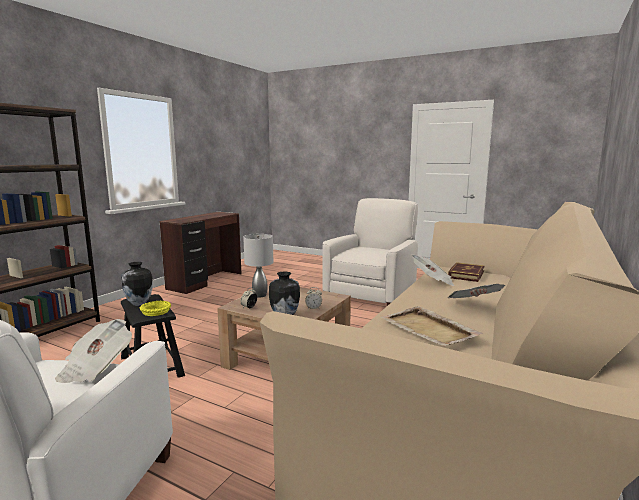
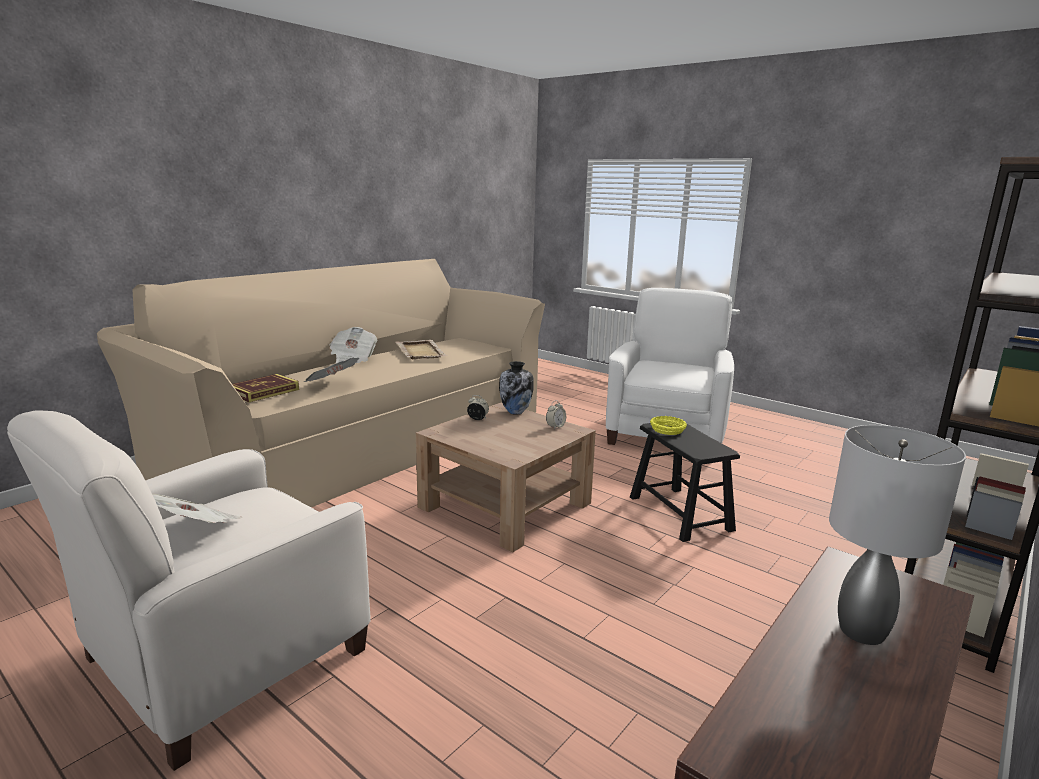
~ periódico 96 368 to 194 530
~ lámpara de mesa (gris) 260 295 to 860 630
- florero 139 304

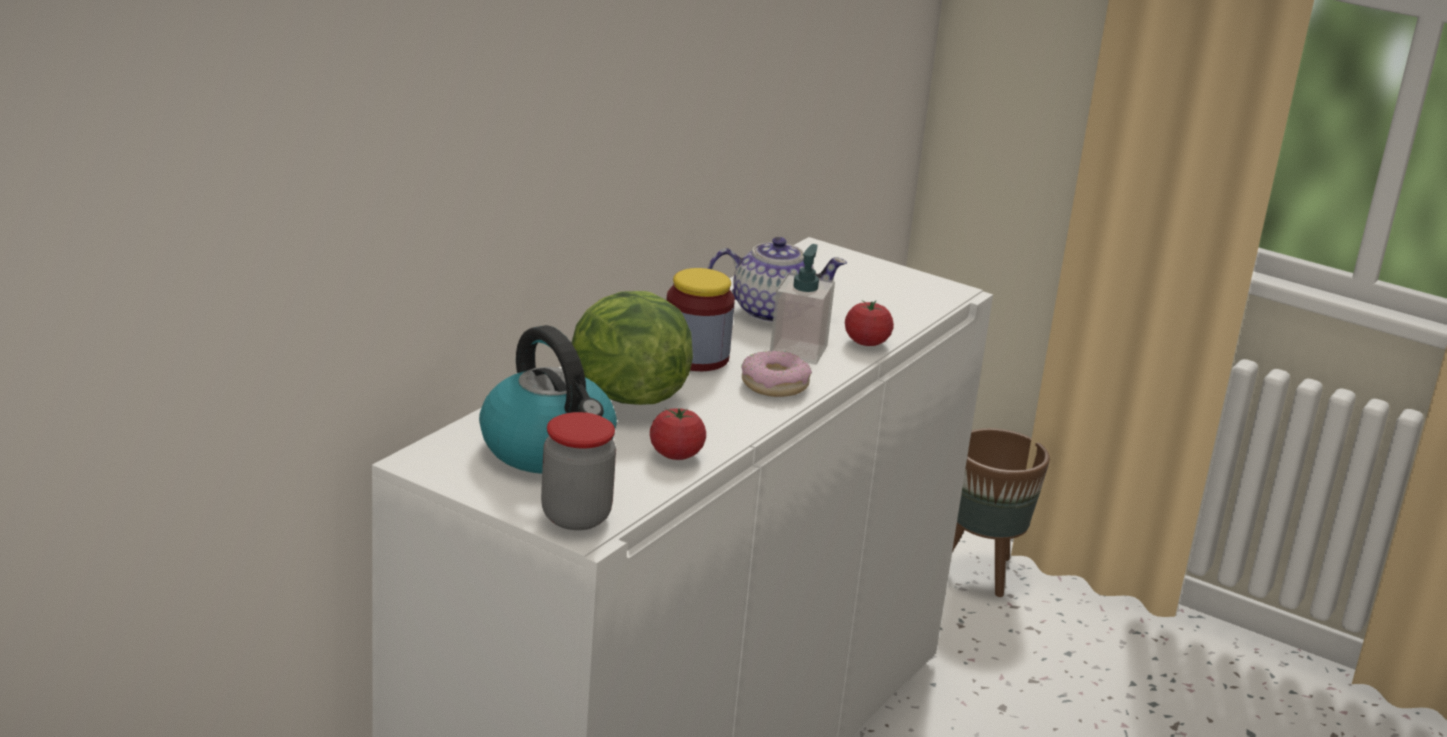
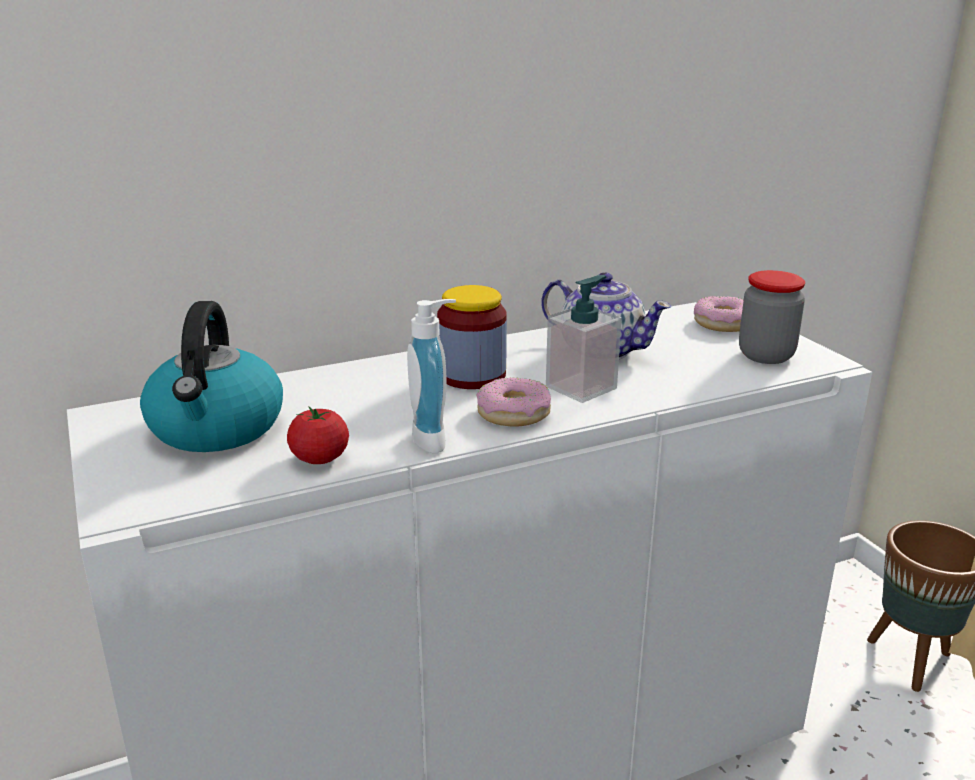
+ dispensador de jabón 435 439
+ rosquilla 723 323
~ tarro 576 517 to 766 355
- lechuga 625 396
- tomate 866 342

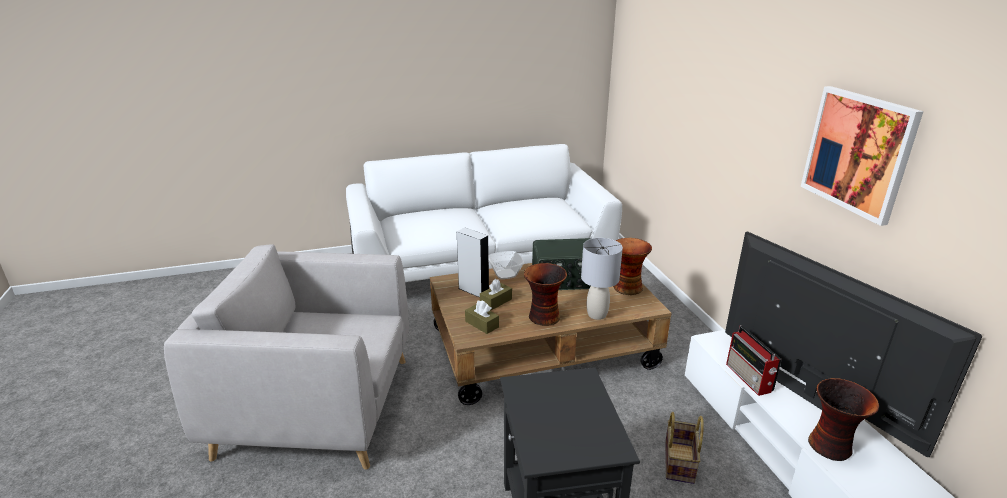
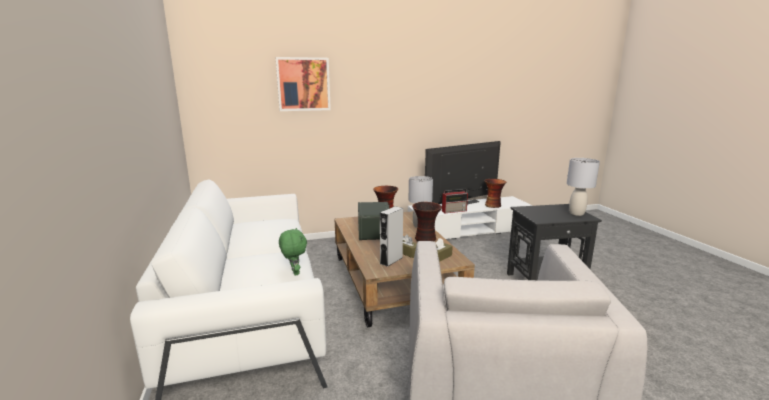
~ cuadro 858 152 to 303 84
+ peluche (verde) 294 272
+ lámpara de mesa (gris) 576 213
- cuenco 505 274
- cesta 680 463

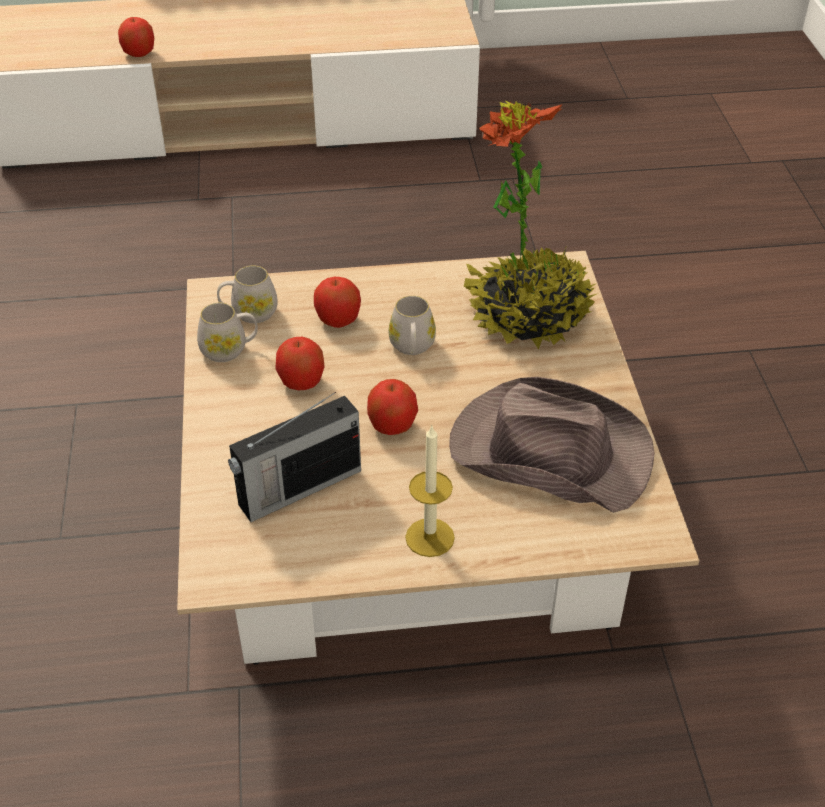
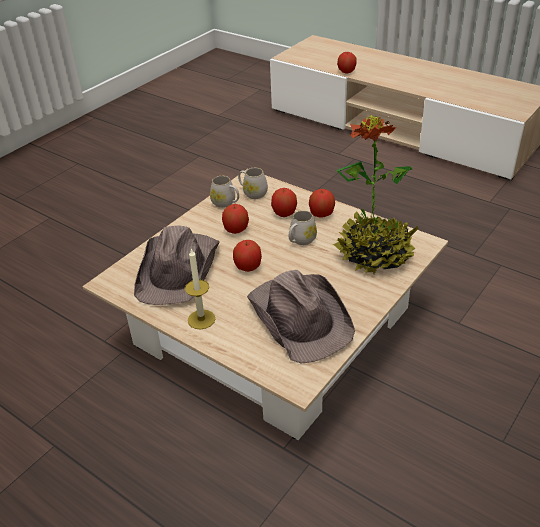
~ radio 298 488 to sombrero (marrón) 179 269
+ manzana 321 214

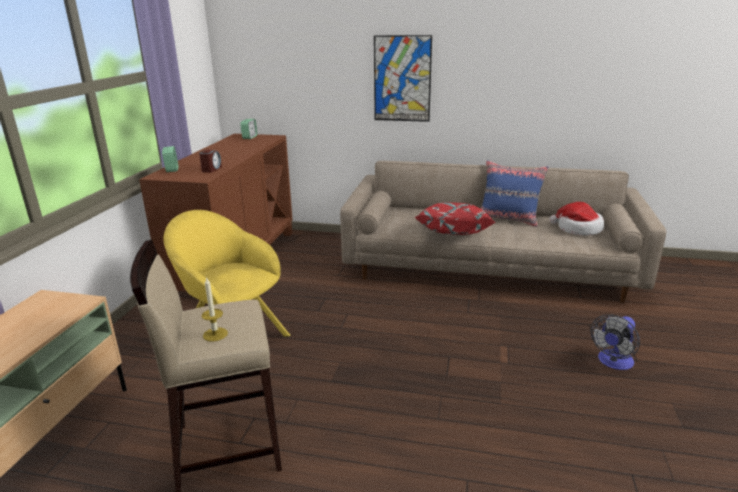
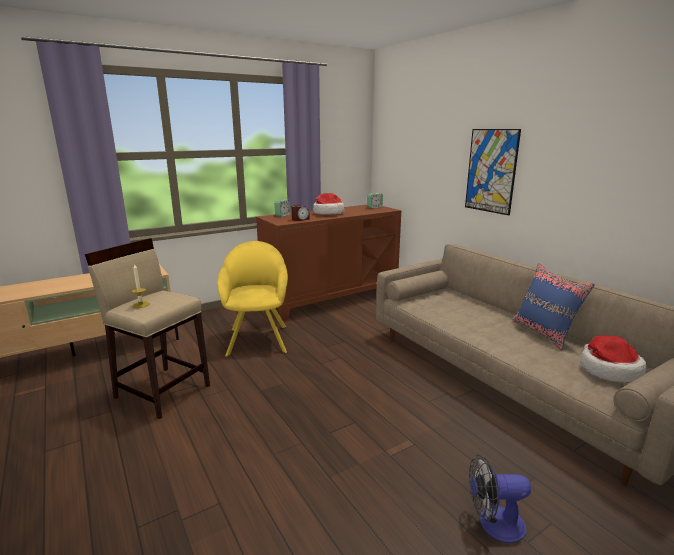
+ sombrero 328 213
- cojín (rojo) 453 234

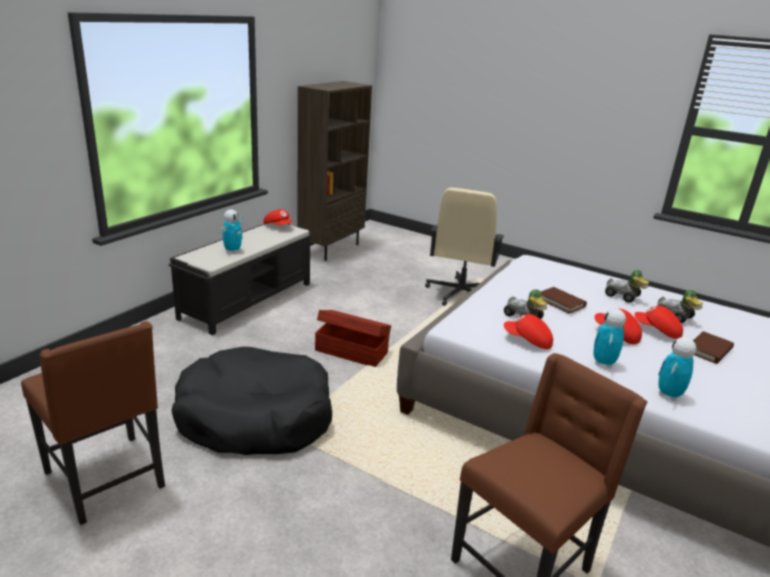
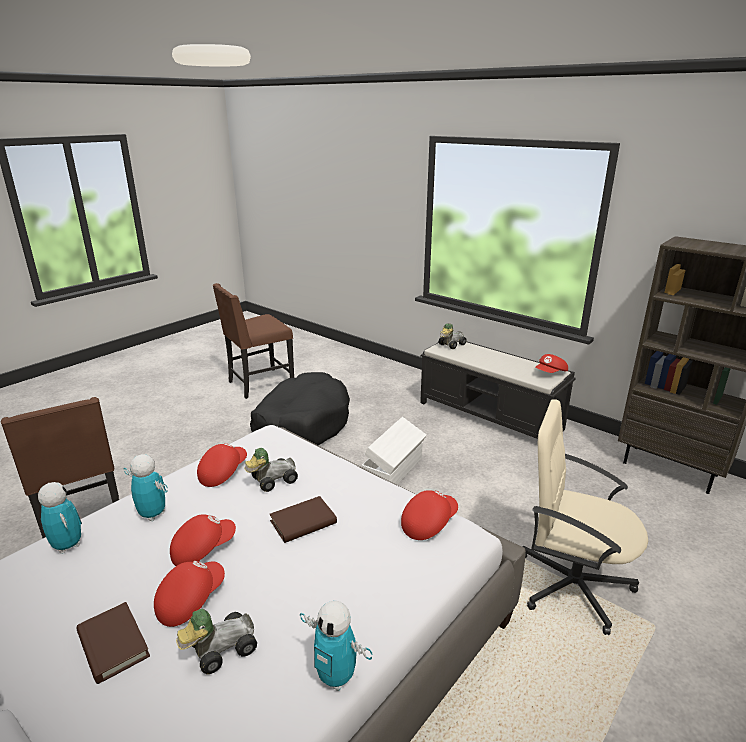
~ robot de juguete 232 251 to 336 677
~ caja de almacenaje (marrón) 351 351 to caja de almacenaje (blanco) 394 470
+ gorra (rojo) 428 523
~ coche de juguete 623 297 to 450 345

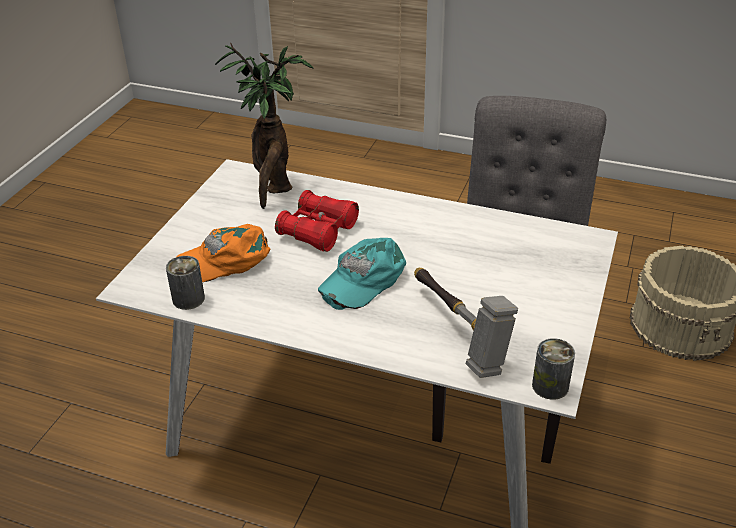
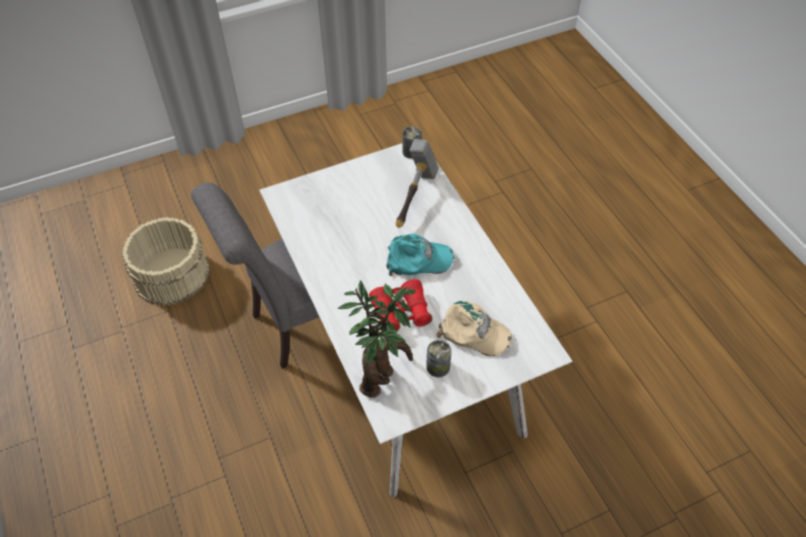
~ lata 188 299 to 438 366
~ gorra (naranja) 226 259 to gorra (beis) 474 332

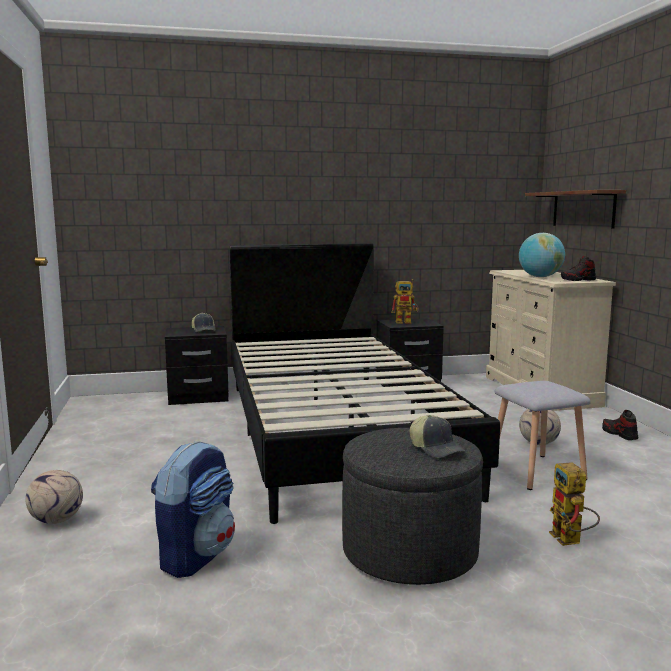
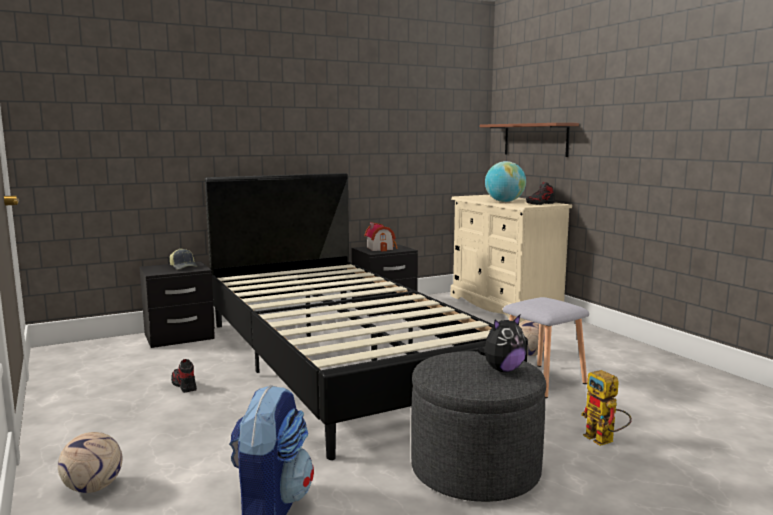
~ zapato 619 434 to 184 385
~ robot de juguete 407 322 to casita 381 248
~ gorra 436 449 to peluche 502 370

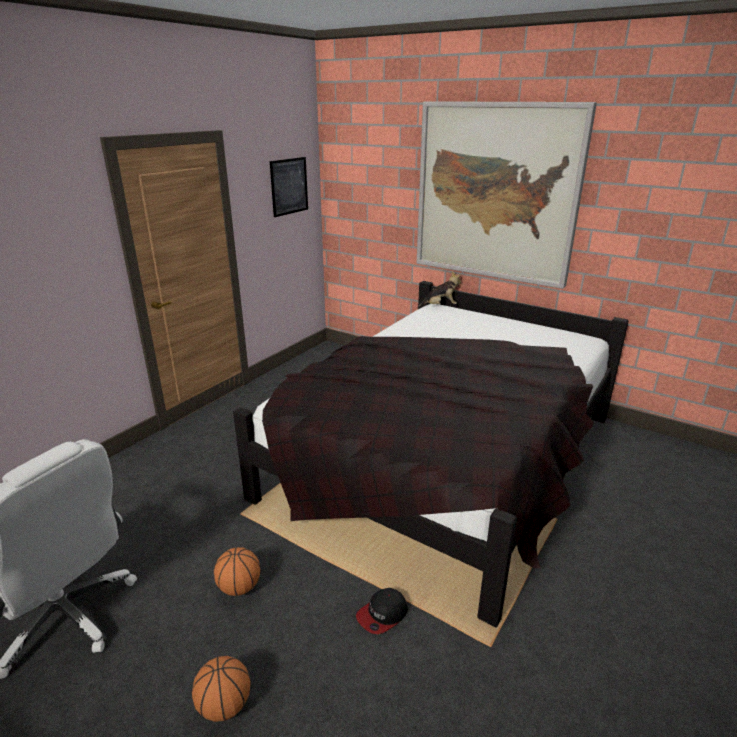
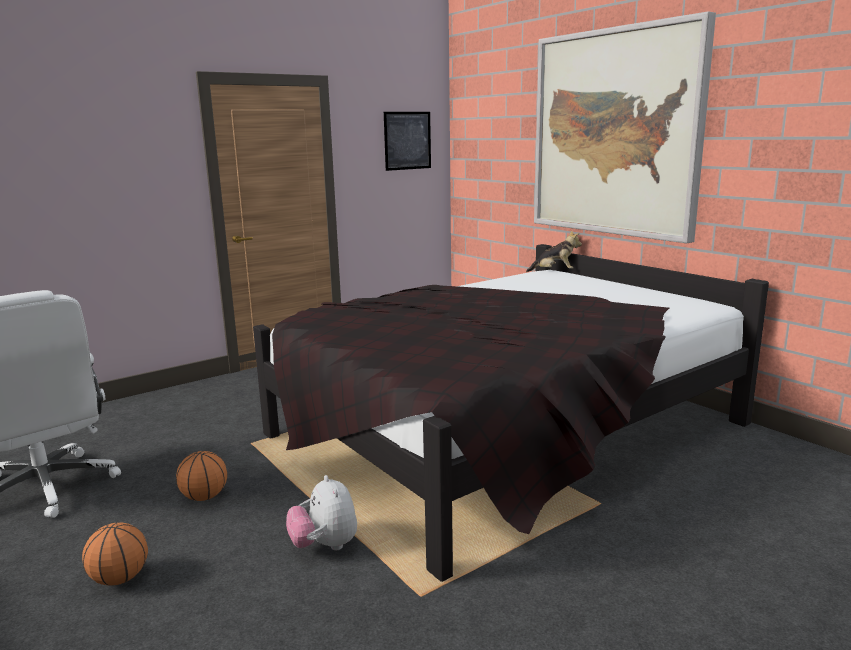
~ gorra 382 615 to peluche 325 545

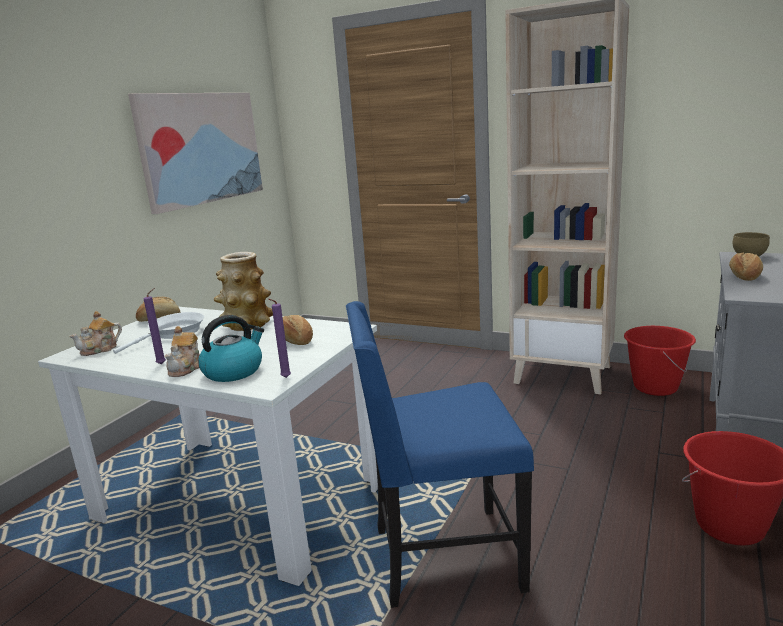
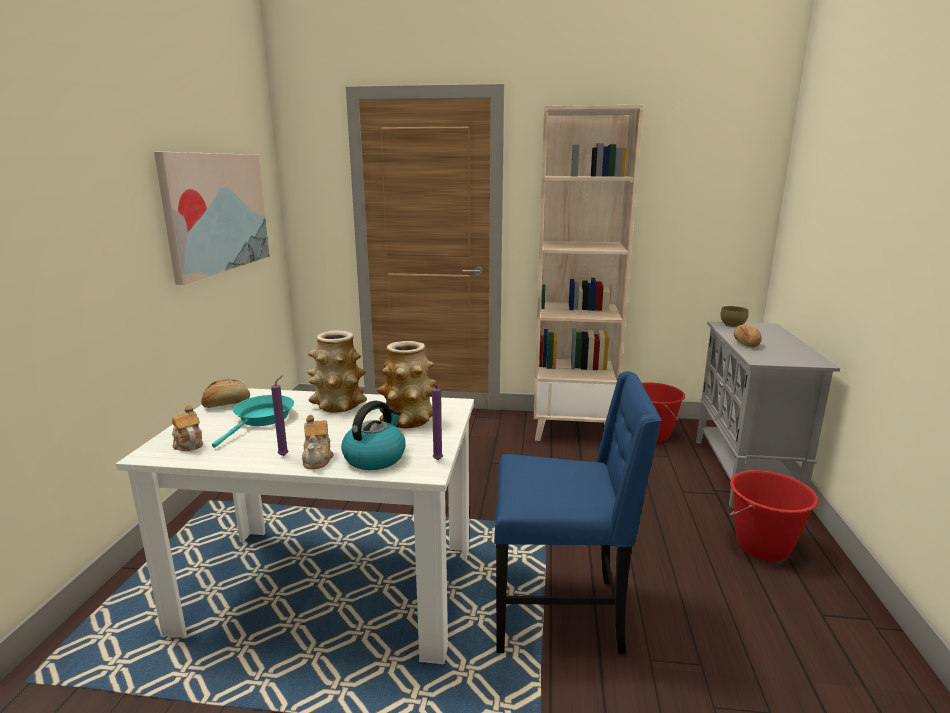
~ tetera 100 349 = 188 444 120 degrees clockwise
~ sartén (blanco) 173 333 to sartén (turquesa) 261 419
~ pan 295 341 to florero 408 420
~ silla (azul) 442 558 = 560 612 150 degrees counterclockwise

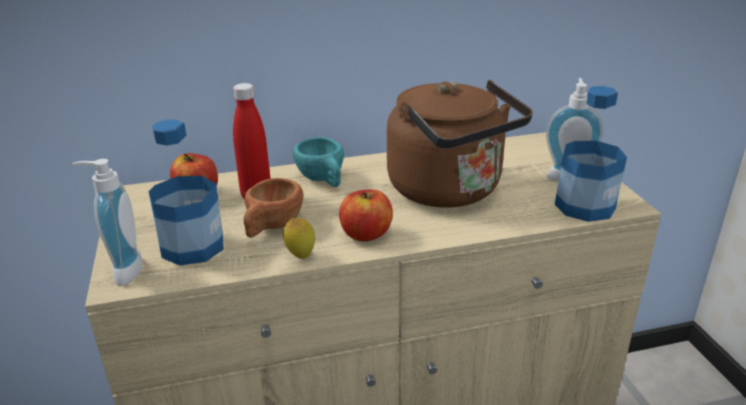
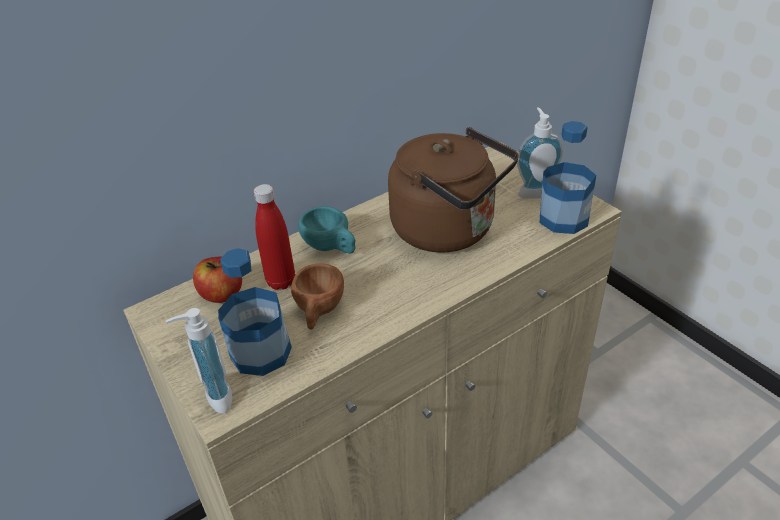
- limón 300 255
- manzana 366 234

